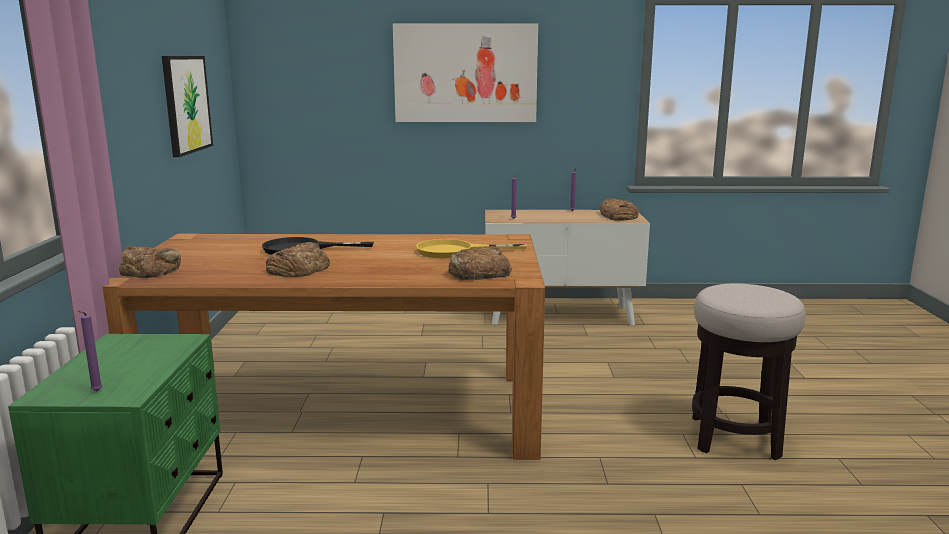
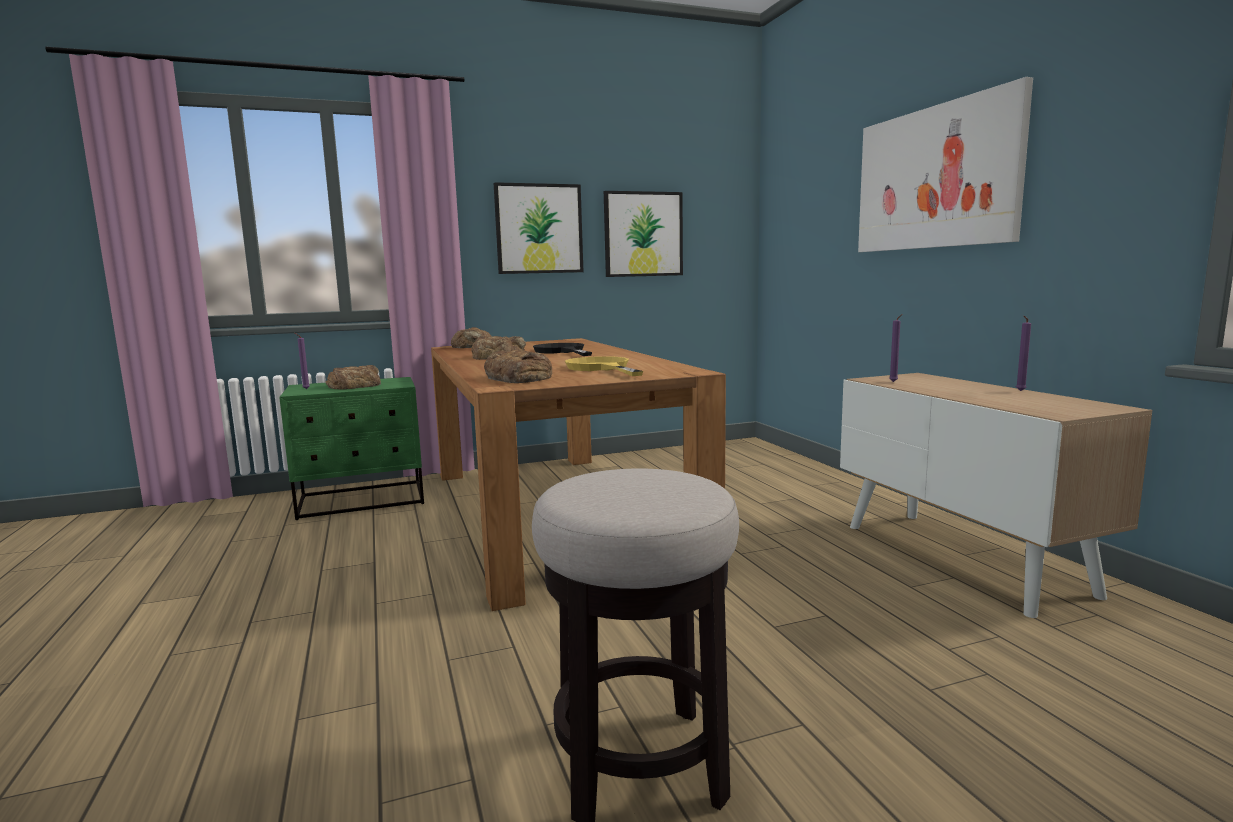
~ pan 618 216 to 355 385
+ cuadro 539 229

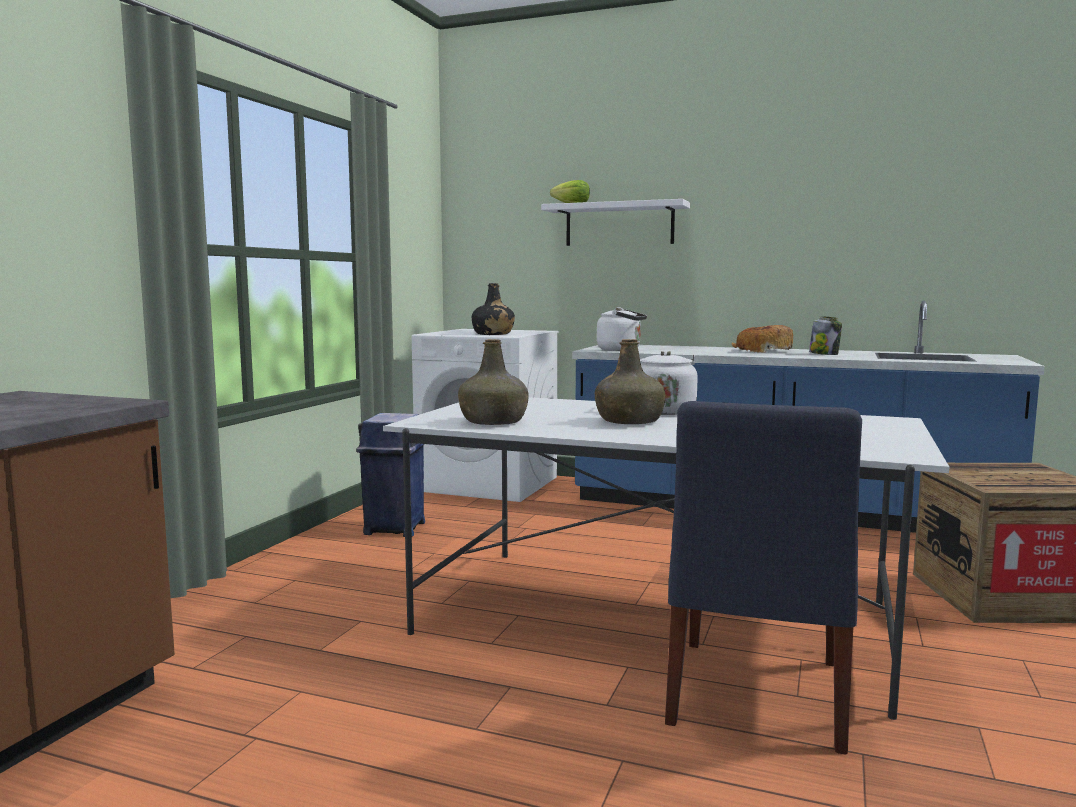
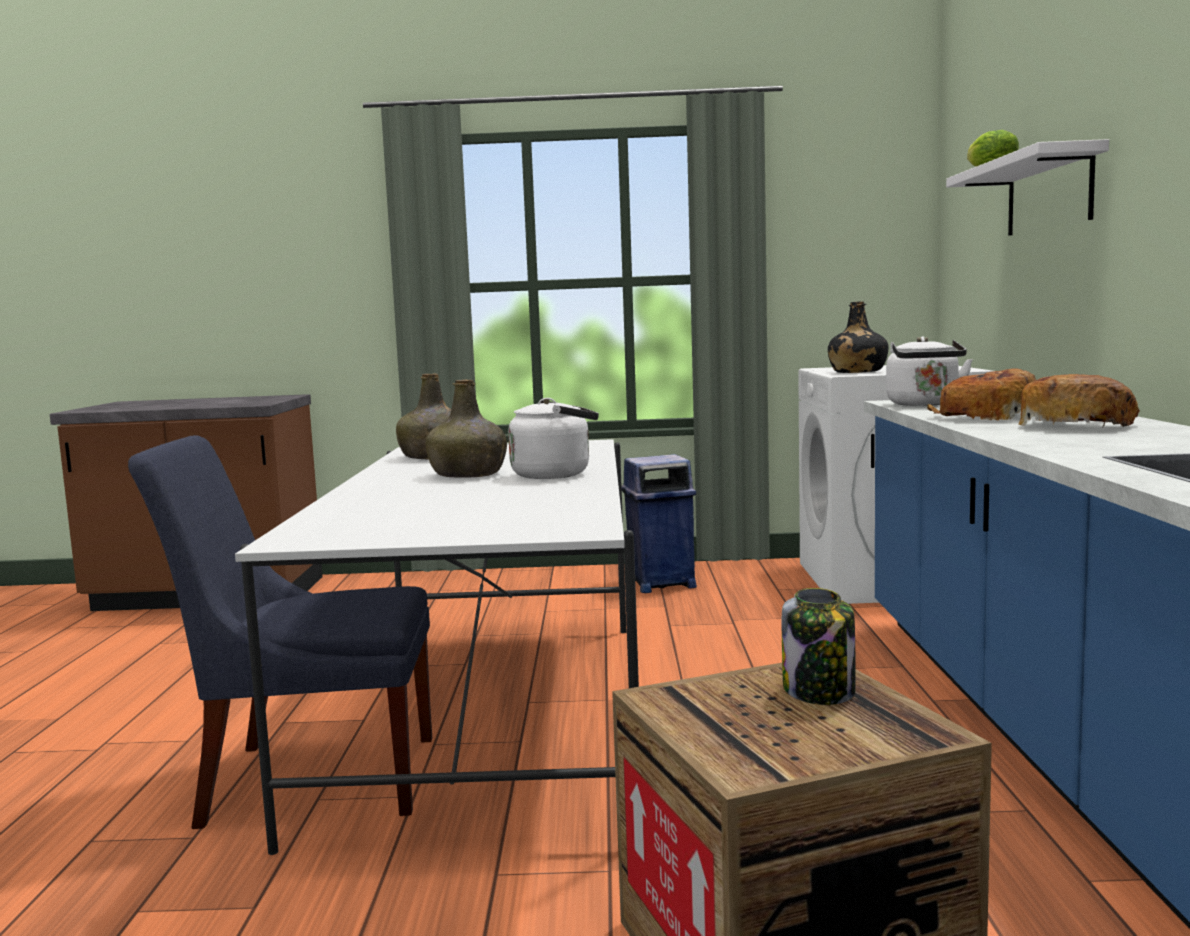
~ tarro 824 354 to 819 692
+ pan 985 417

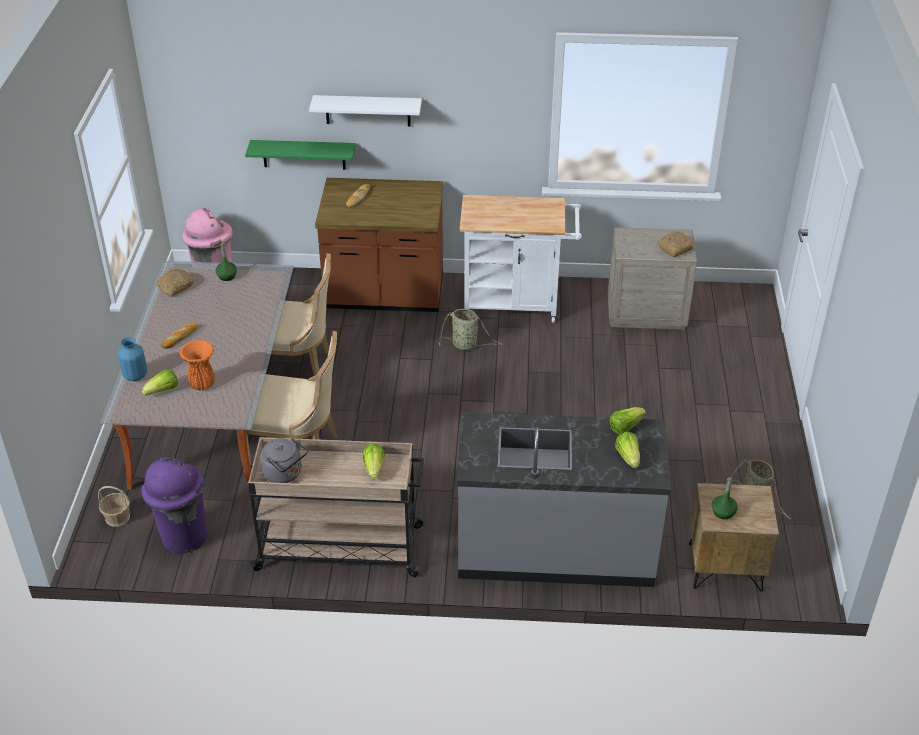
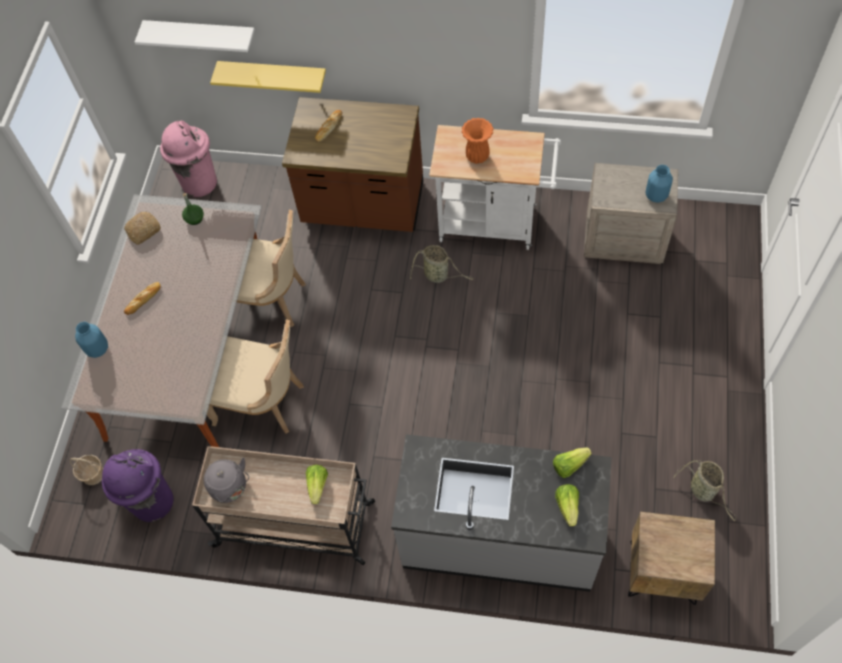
~ estante (blanco) 368 110 to 202 36
~ estante (verde) 304 154 to estante (amarillo) 273 75
~ florero (naranja) 203 384 to 478 157
~ pan 675 248 to florero (azul) 656 195
- lechuga 163 390
- botella (verde) 723 512

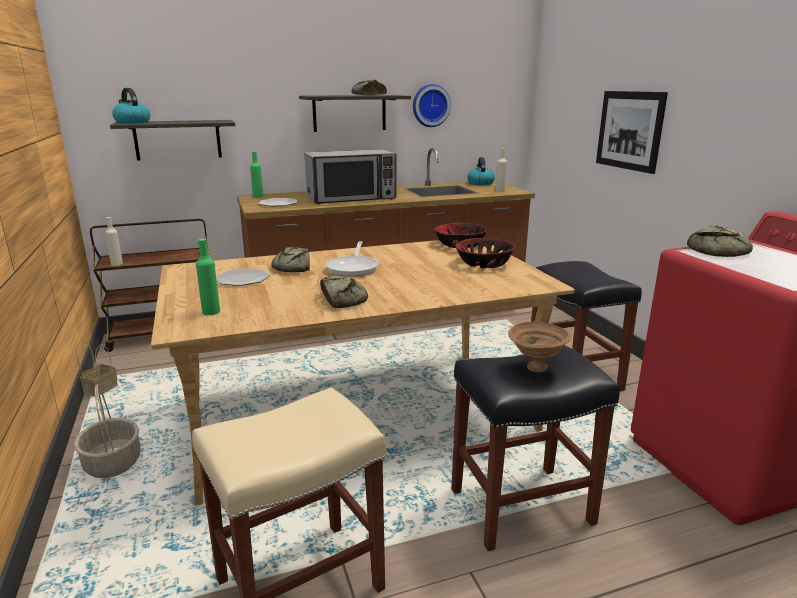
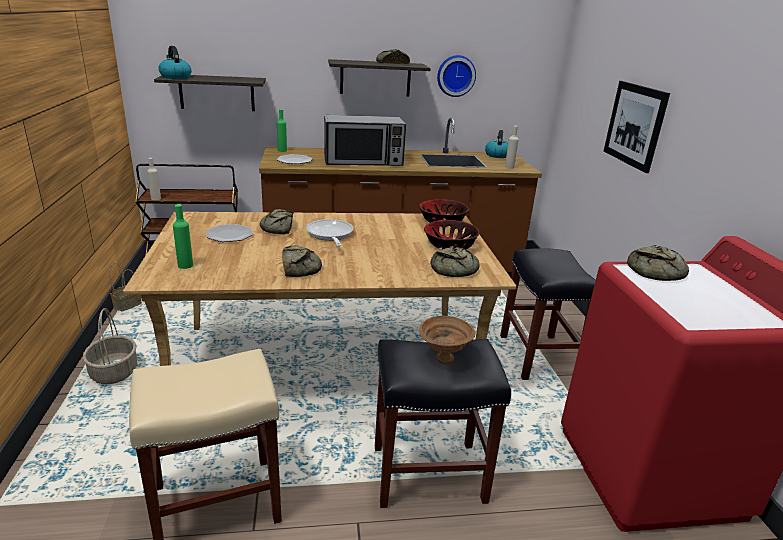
~ sartén 353 268 = 330 235 150 degrees clockwise
+ pan 454 269

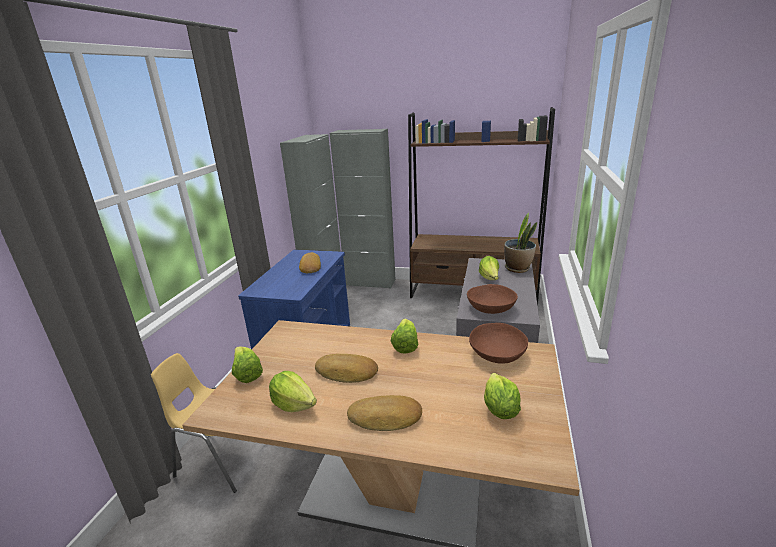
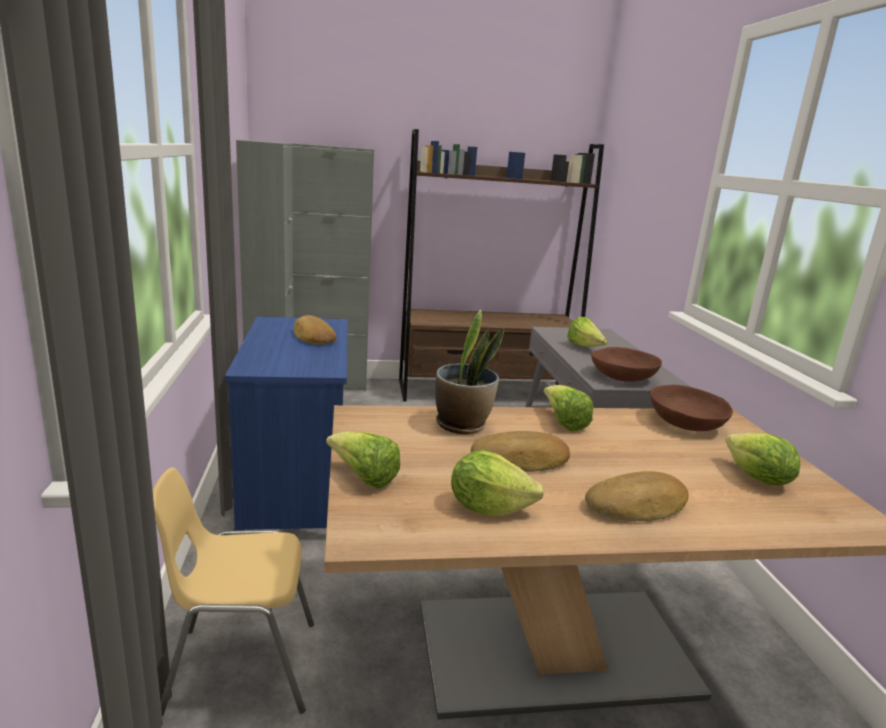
~ planta en maceta 518 268 to 462 425

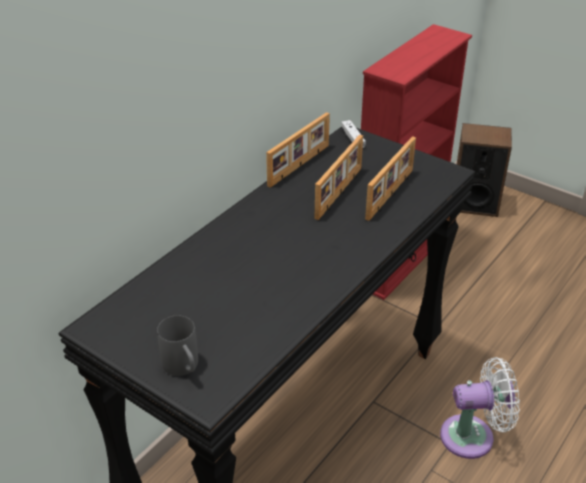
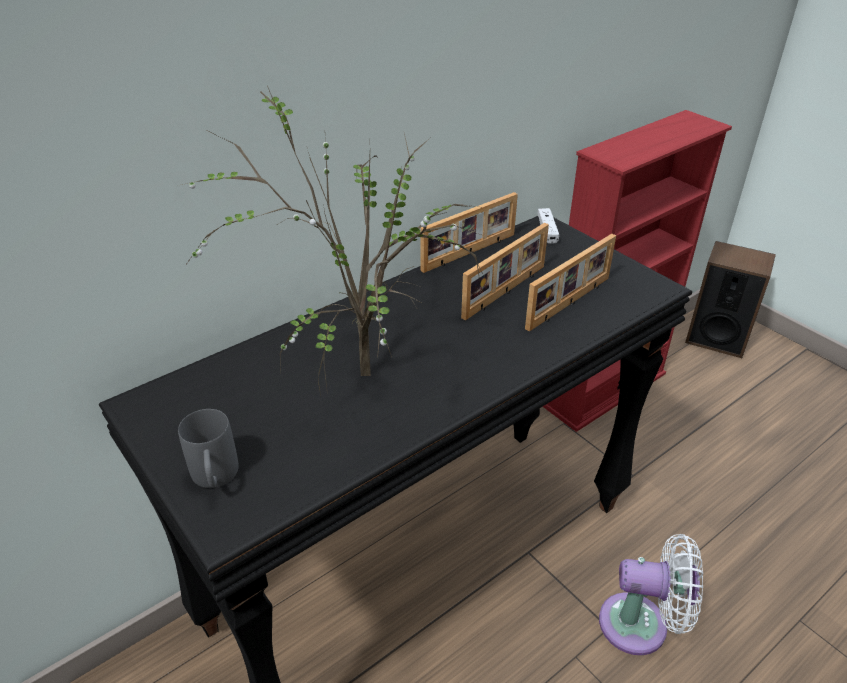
+ planta en maceta 356 373

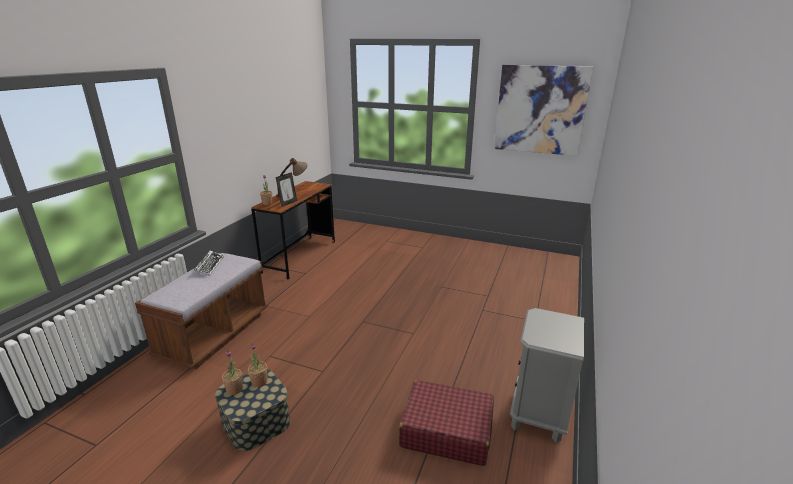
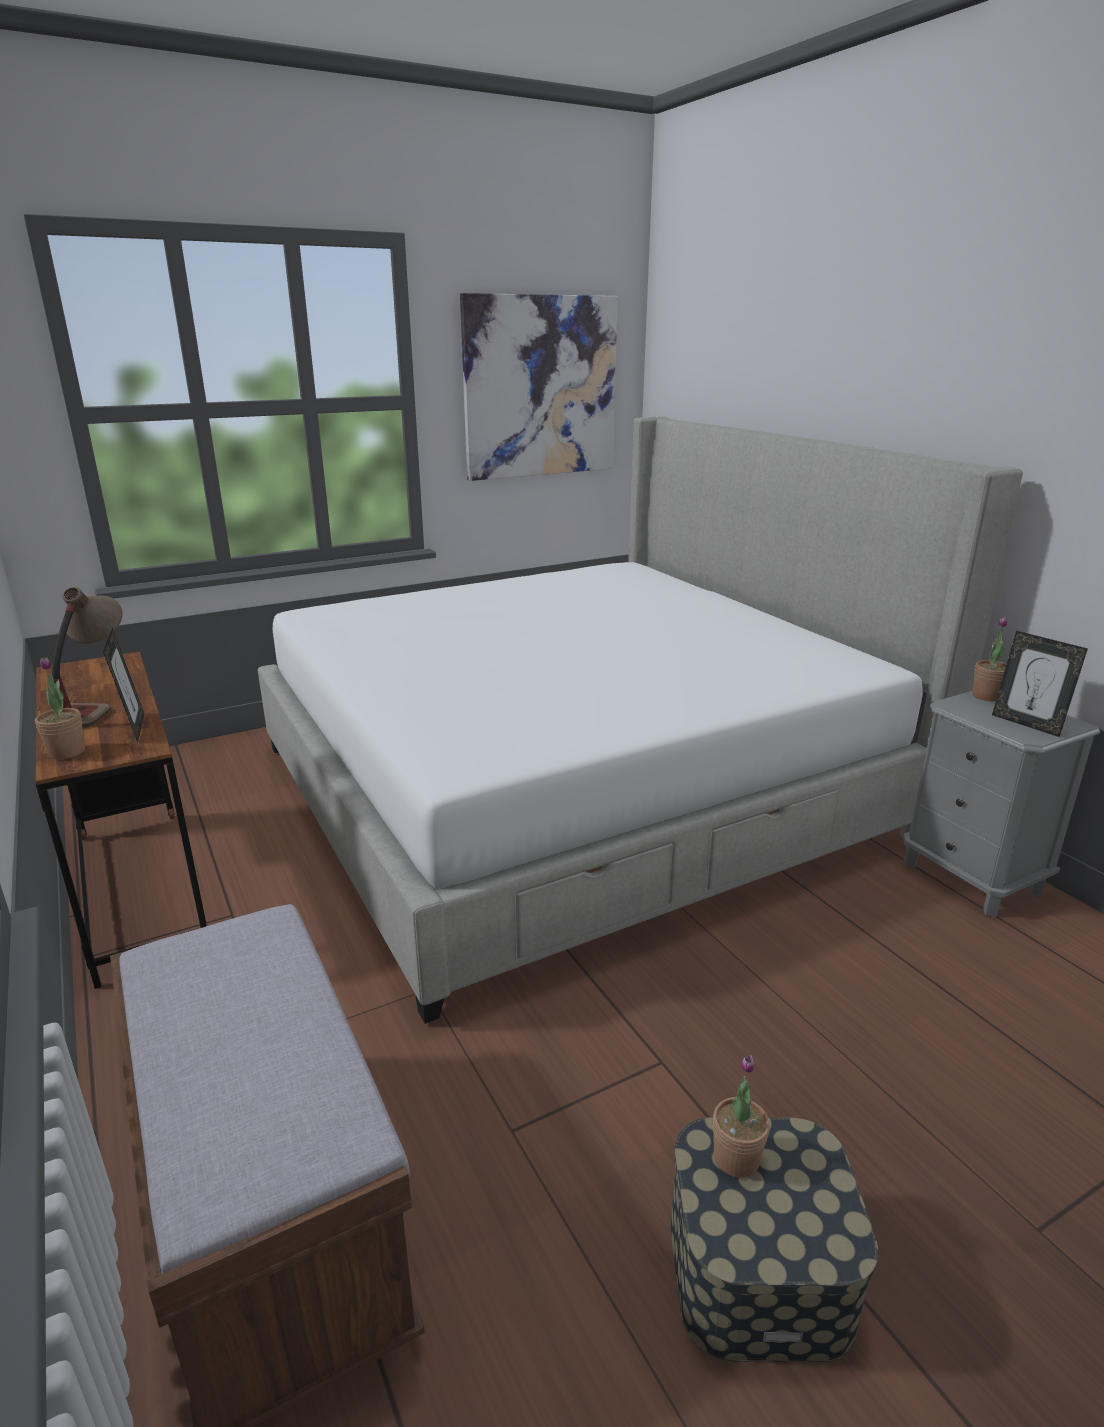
+ cama 576 788
~ planta en maceta 234 389 to 986 696
+ portarretratos 1027 724
- teclado 209 265
- maleta (rojo) 446 431

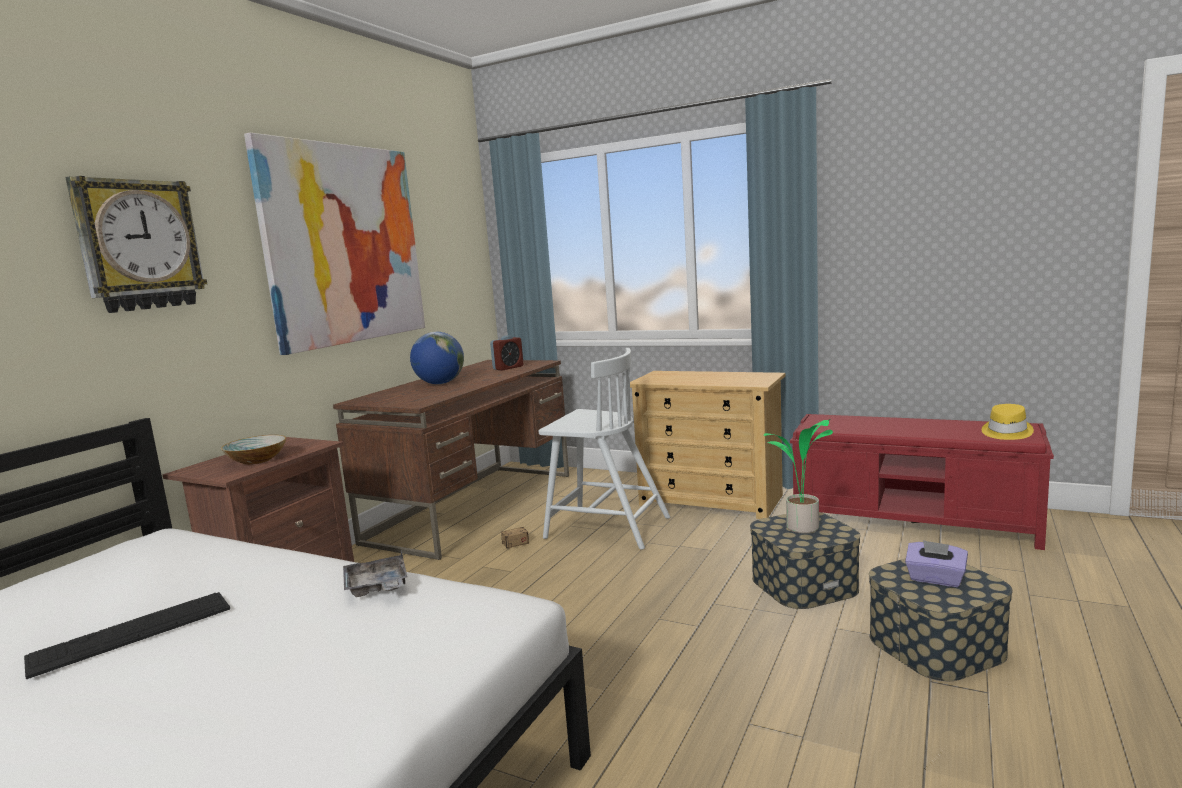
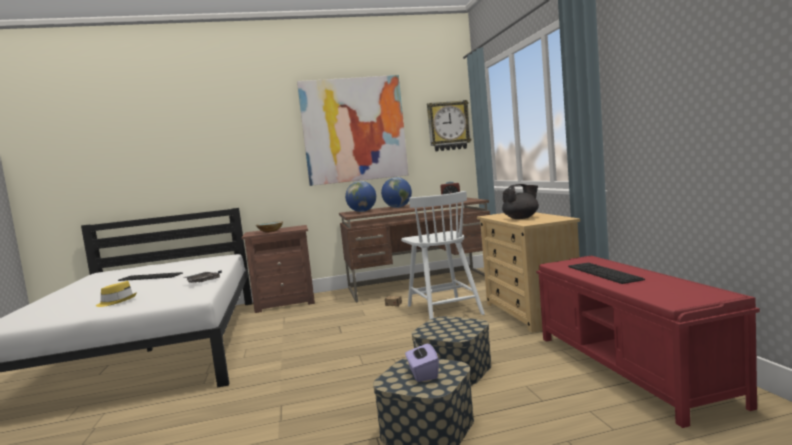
~ sombrero (amarillo) 1006 432 to 117 302
+ globo terráqueo 362 211
~ reloj de pared 139 245 to 448 126
+ tetera (negro) 521 218
+ teclado 603 273
- planta en maceta 802 529

